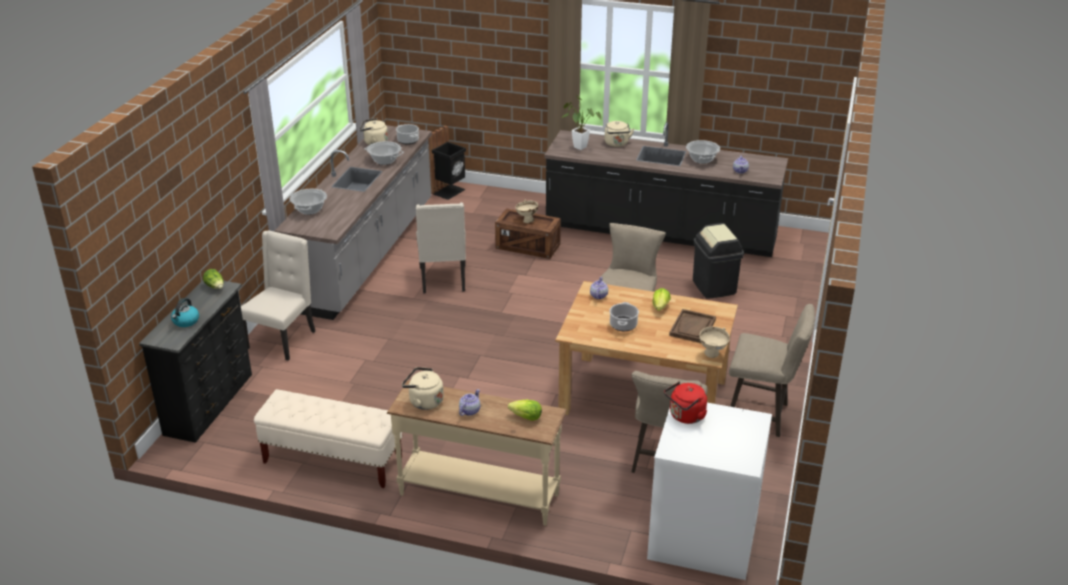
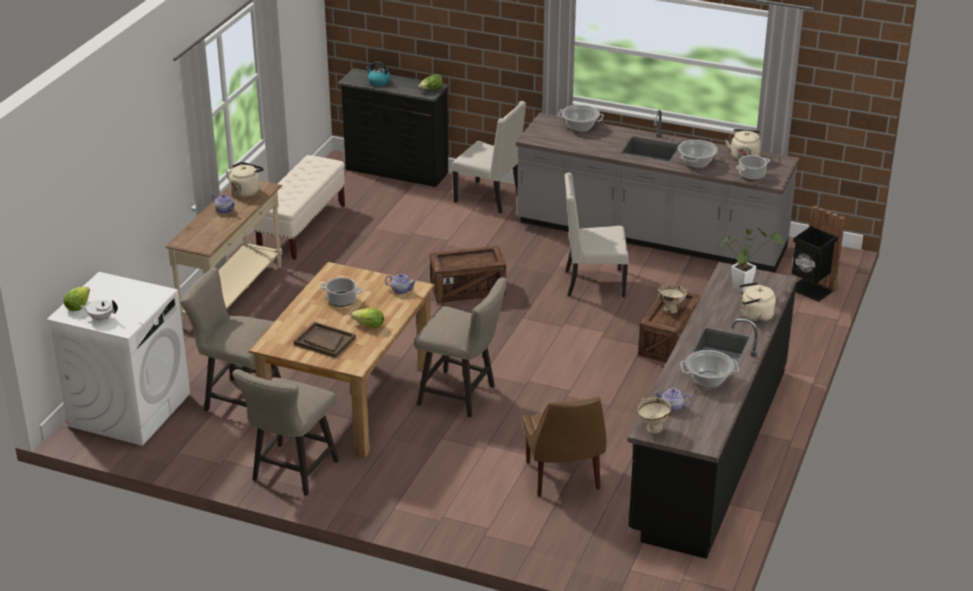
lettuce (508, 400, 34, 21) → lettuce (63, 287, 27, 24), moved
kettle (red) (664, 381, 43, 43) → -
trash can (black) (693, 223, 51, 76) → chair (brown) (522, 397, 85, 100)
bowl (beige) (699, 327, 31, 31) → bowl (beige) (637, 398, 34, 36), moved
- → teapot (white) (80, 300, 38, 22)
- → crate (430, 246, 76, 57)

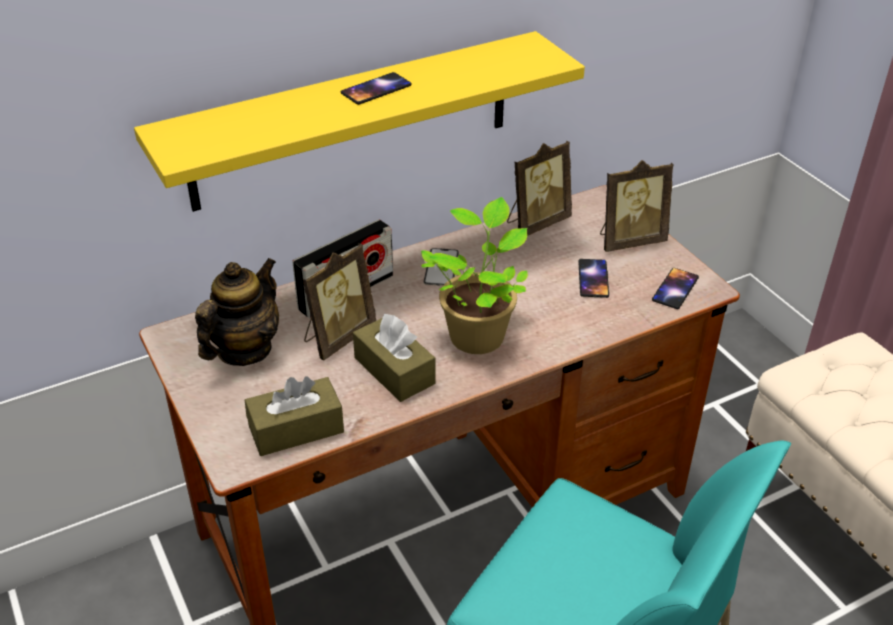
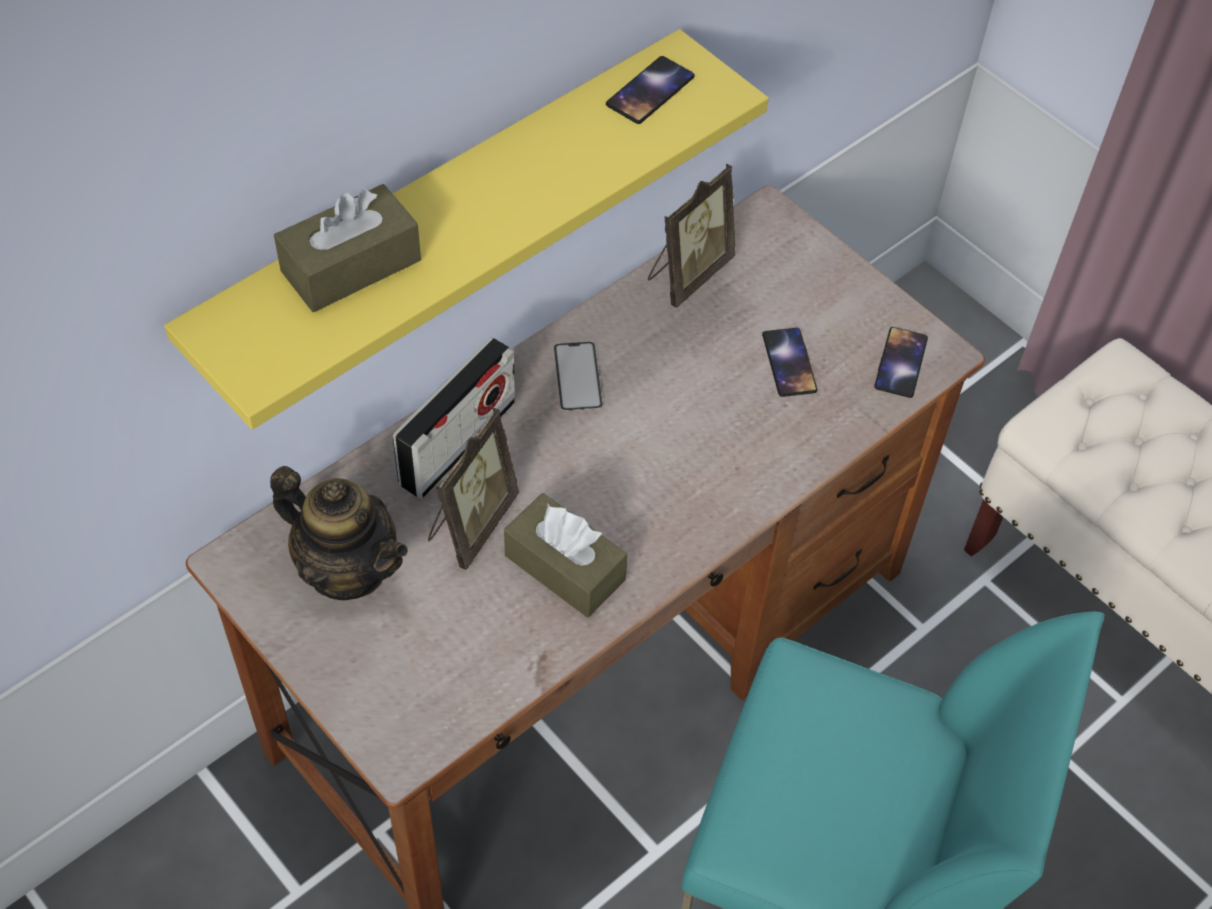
teapot (195, 258, 84, 108) → teapot (270, 466, 138, 134), 105 degrees clockwise
tissue box (brown) (245, 376, 99, 80) → tissue box (brown) (274, 184, 147, 128), moved
phone (341, 72, 71, 33) → phone (606, 56, 89, 68), moved
potted plant (421, 197, 107, 157) → -
picture frame (600, 160, 74, 92) → -

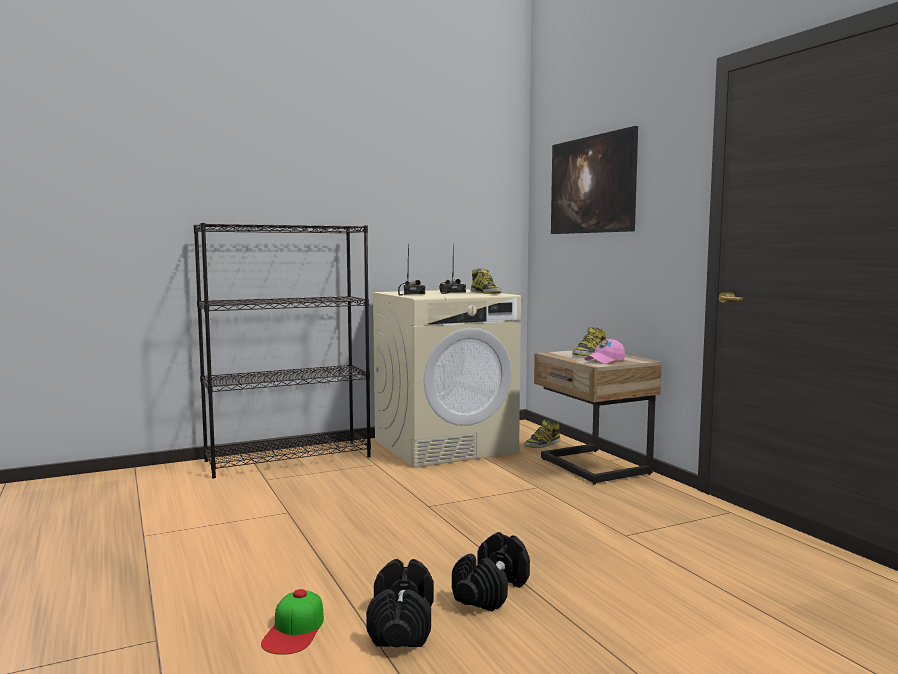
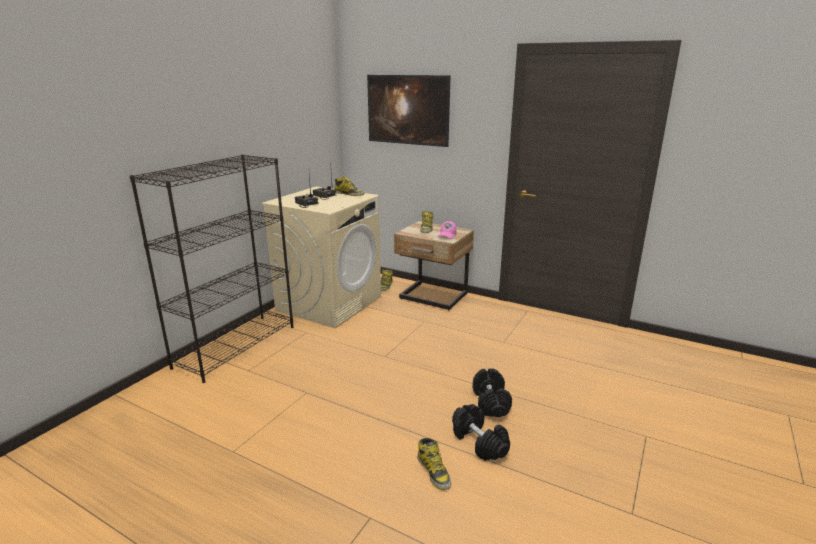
cap (261, 589, 63, 66) → boot (417, 438, 34, 52)

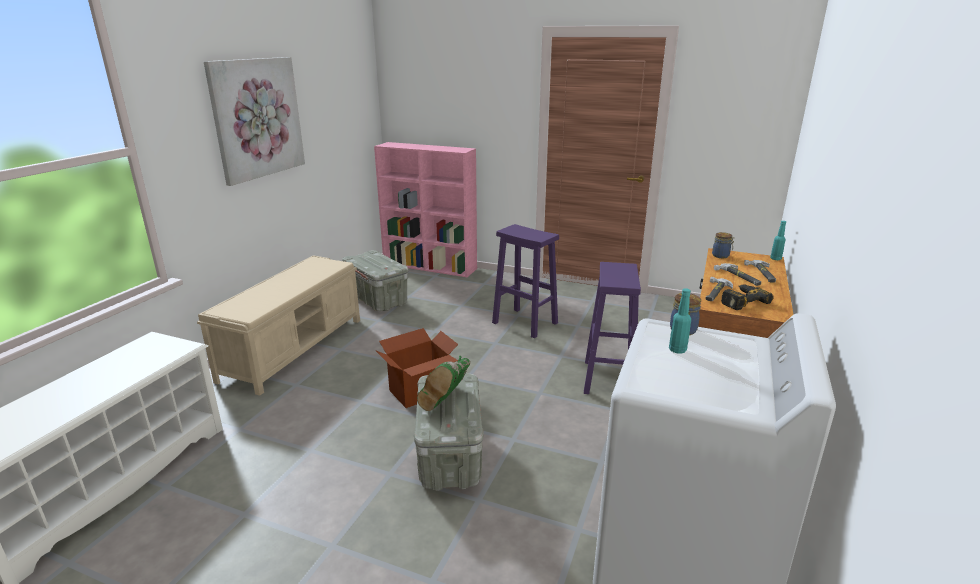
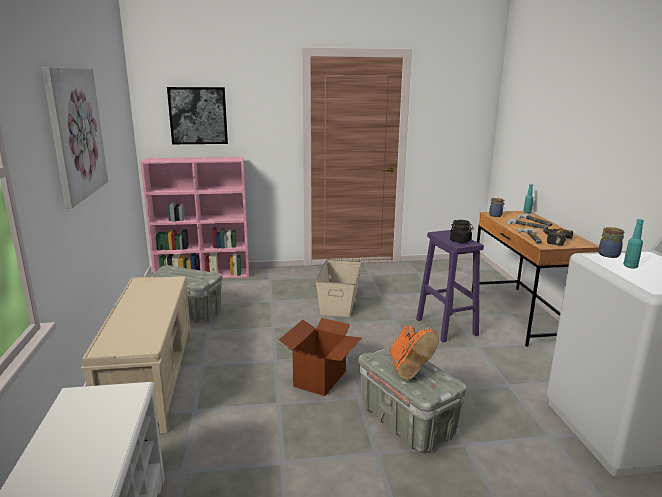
boot (green) (417, 356, 53, 55) → boot (orange) (390, 325, 49, 55)
stool (purple) (492, 224, 67, 114) → storage box (beige) (316, 259, 46, 58)
- → picture (167, 87, 61, 57)
- → jar (black) (450, 220, 24, 23)

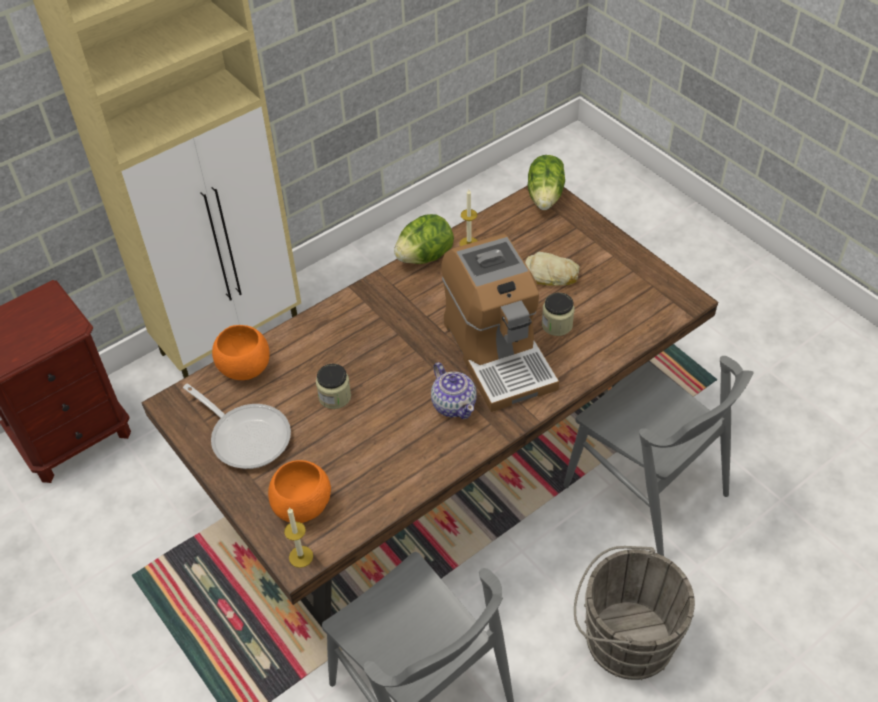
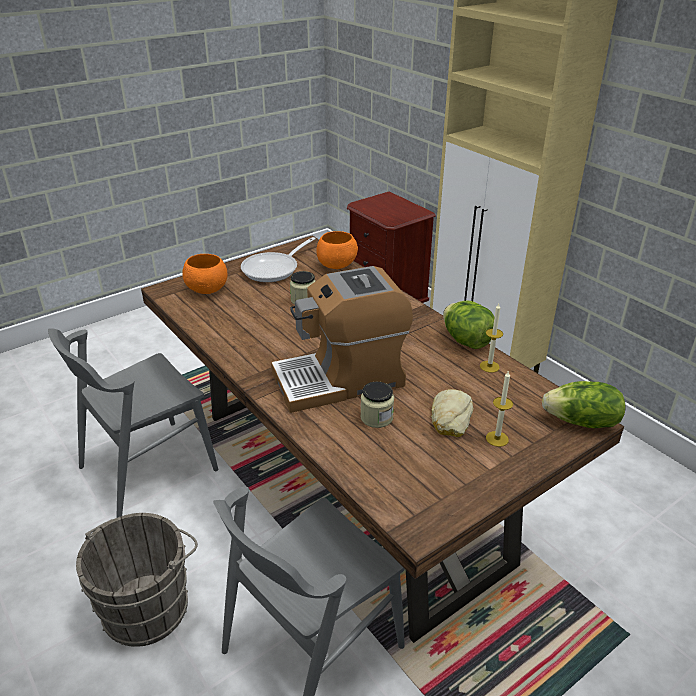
candle (284, 508, 29, 60) → candle (486, 370, 27, 77), moved
teapot (431, 362, 46, 57) → -

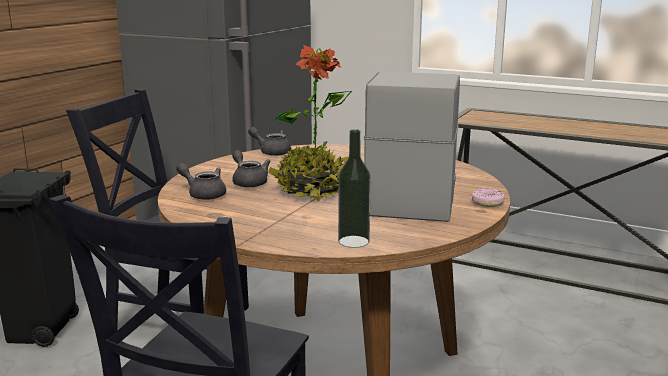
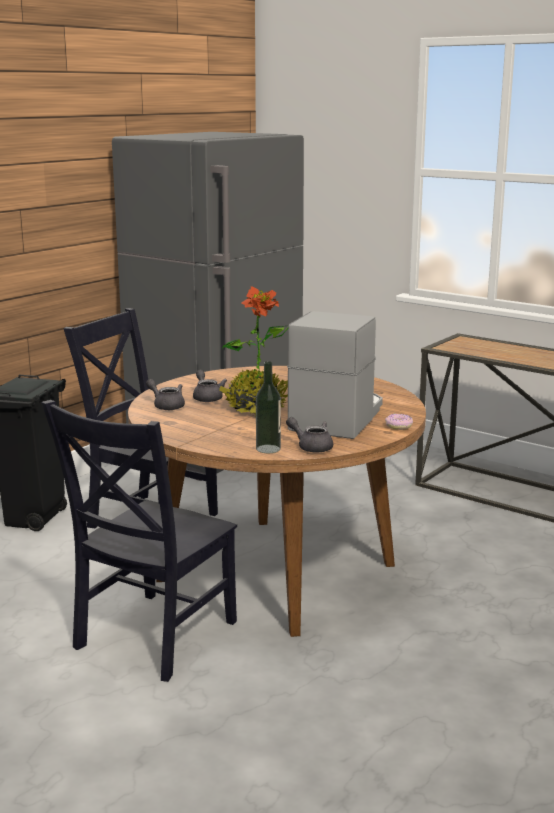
teapot (grey) (248, 127, 43, 29) → teapot (grey) (286, 417, 47, 36), moved

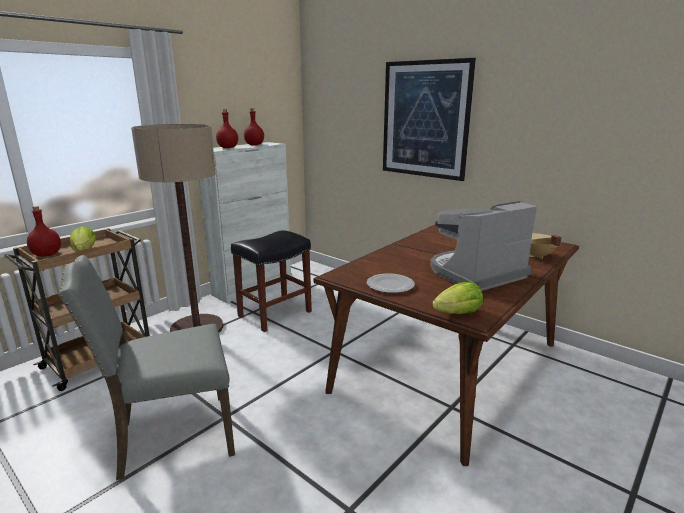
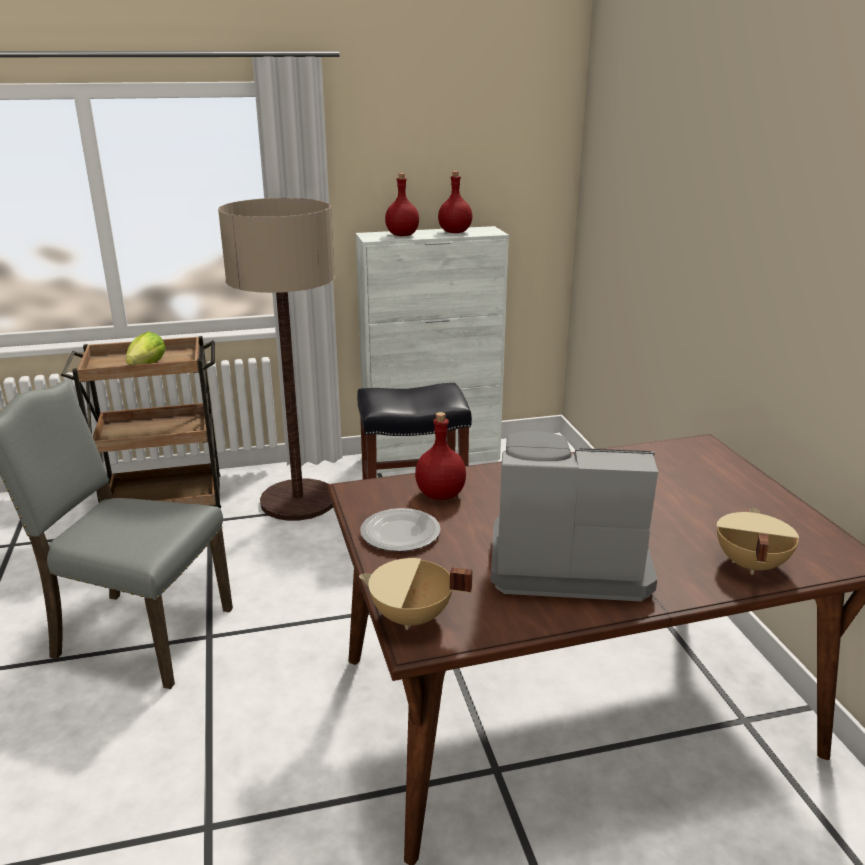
bottle (red) (27, 206, 34, 51) → bottle (red) (415, 412, 51, 88), moved
picture (383, 58, 93, 123) → -
lettuce (432, 282, 51, 32) → cooking pot (beige) (359, 558, 114, 72)

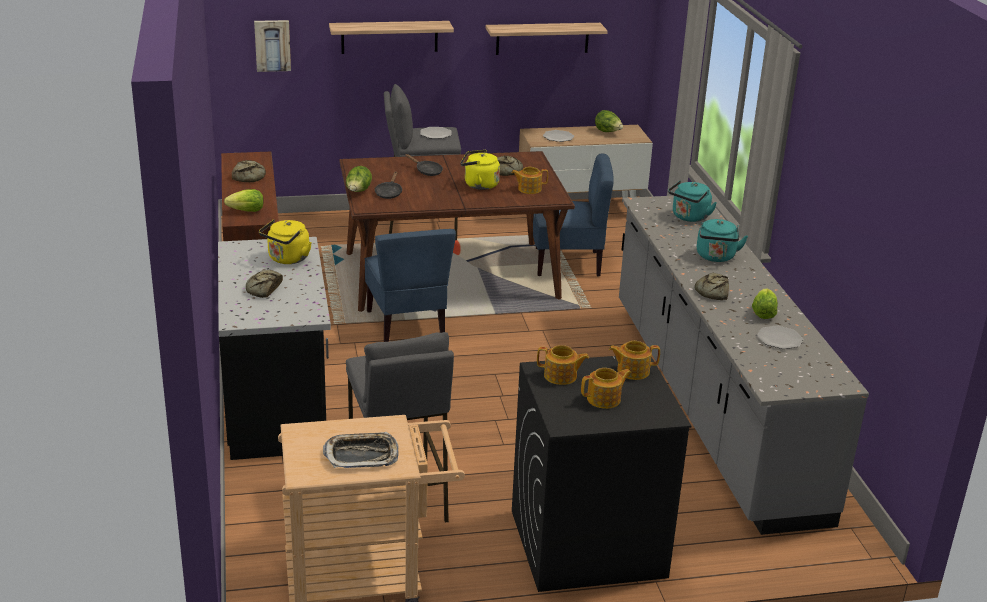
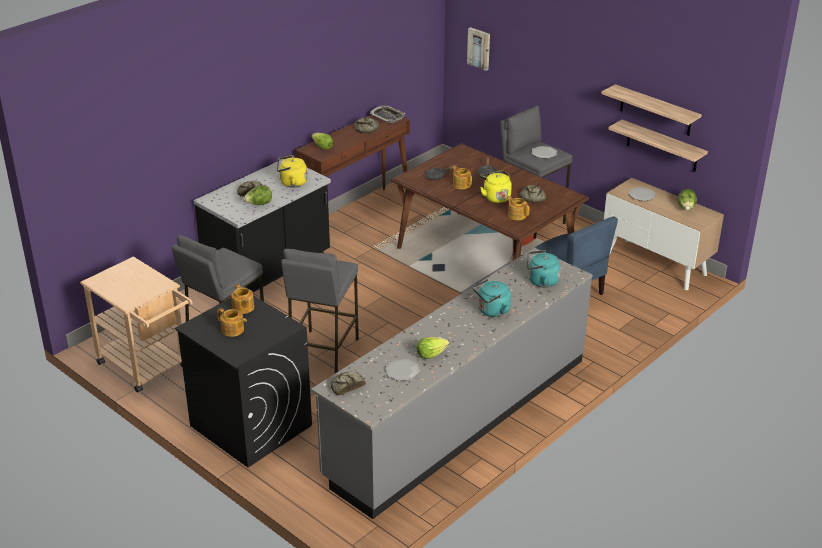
tray (323, 432, 76, 36) → tray (369, 105, 36, 18), moved
shelf (329, 21, 125, 33) → shelf (609, 120, 99, 52), moved
lettuce (346, 166, 26, 26) → lettuce (243, 185, 29, 20), moved
chair (blue) (365, 229, 91, 113) → -
teapot (609, 341, 51, 39) → teapot (452, 166, 20, 23), moved
bread (695, 273, 34, 27) → bread (331, 371, 35, 25), moved
- → stool (grey) (281, 249, 78, 124)

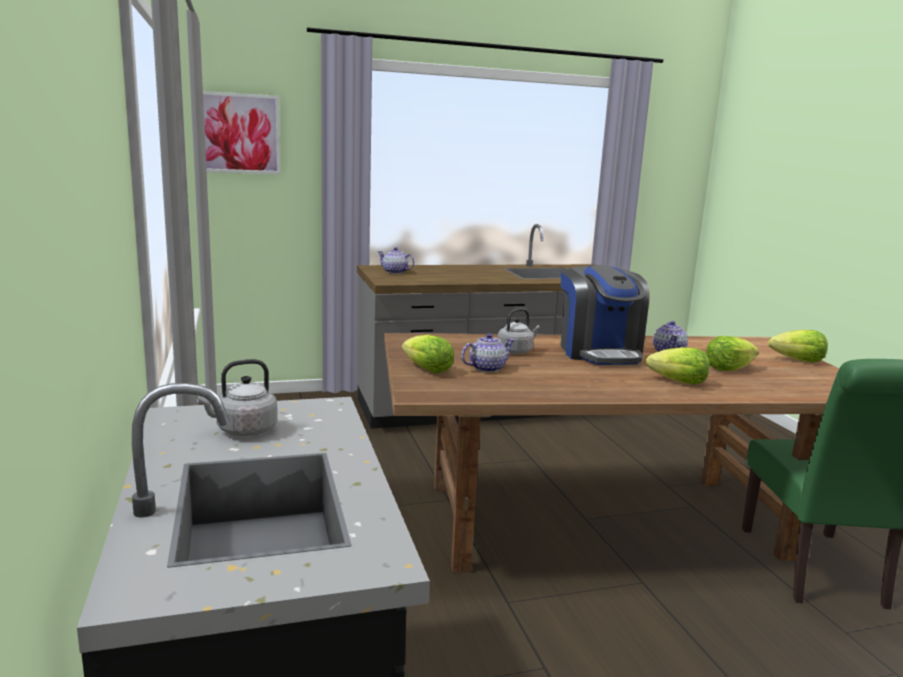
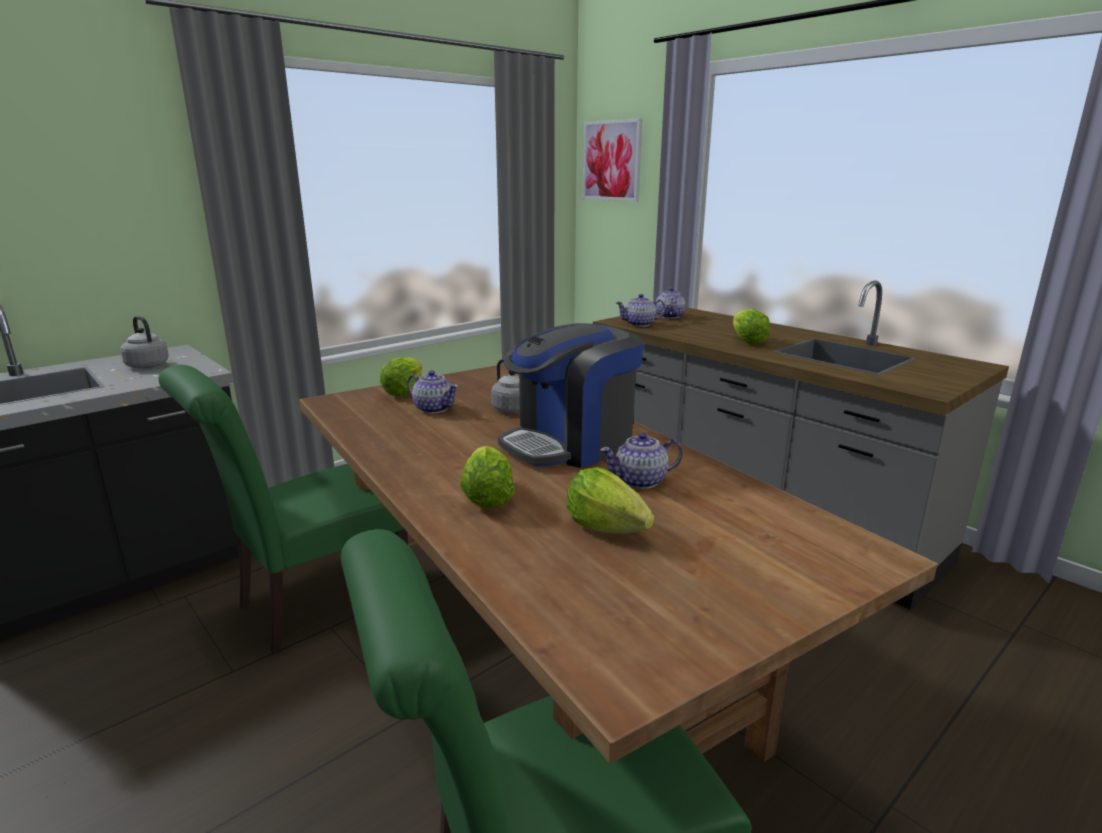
lettuce (768, 330, 60, 33) → lettuce (733, 309, 37, 36), moved
- → chair (green) (158, 365, 250, 289)
- → teapot (615, 294, 50, 33)

